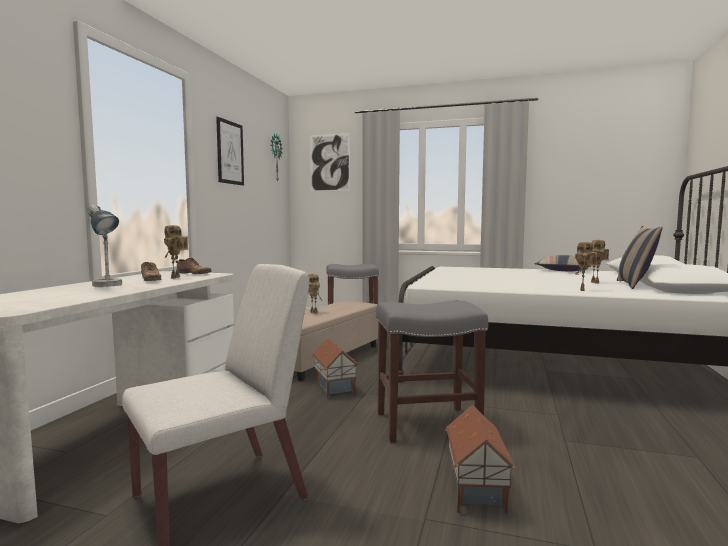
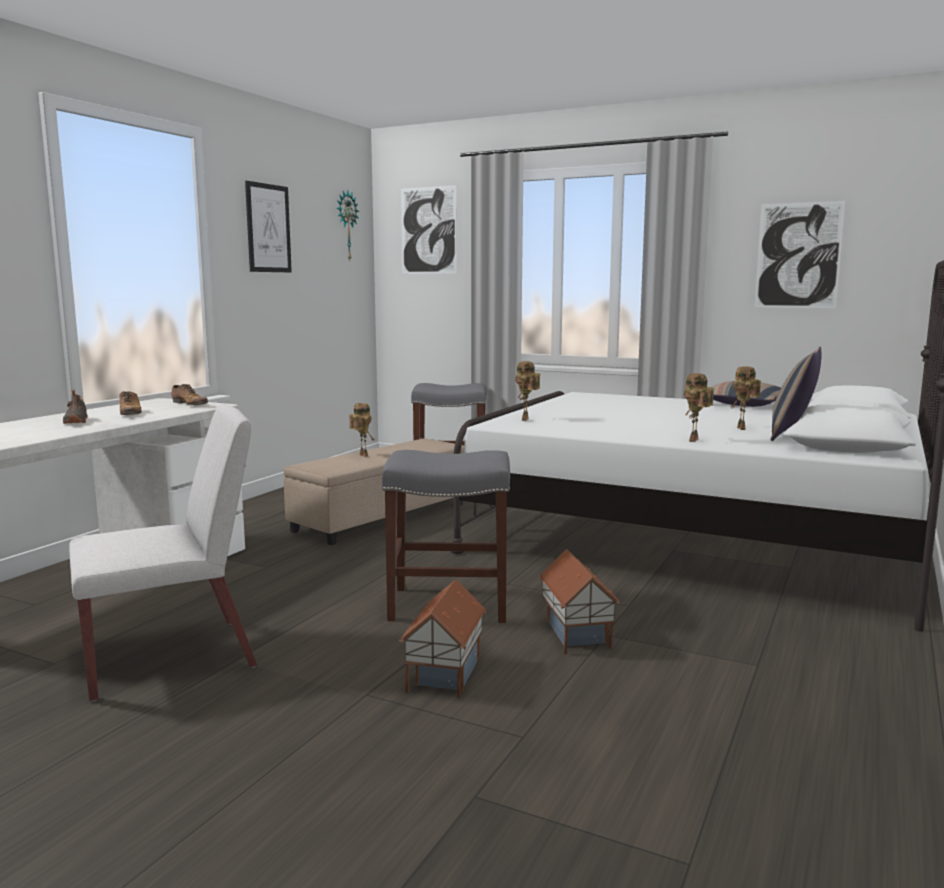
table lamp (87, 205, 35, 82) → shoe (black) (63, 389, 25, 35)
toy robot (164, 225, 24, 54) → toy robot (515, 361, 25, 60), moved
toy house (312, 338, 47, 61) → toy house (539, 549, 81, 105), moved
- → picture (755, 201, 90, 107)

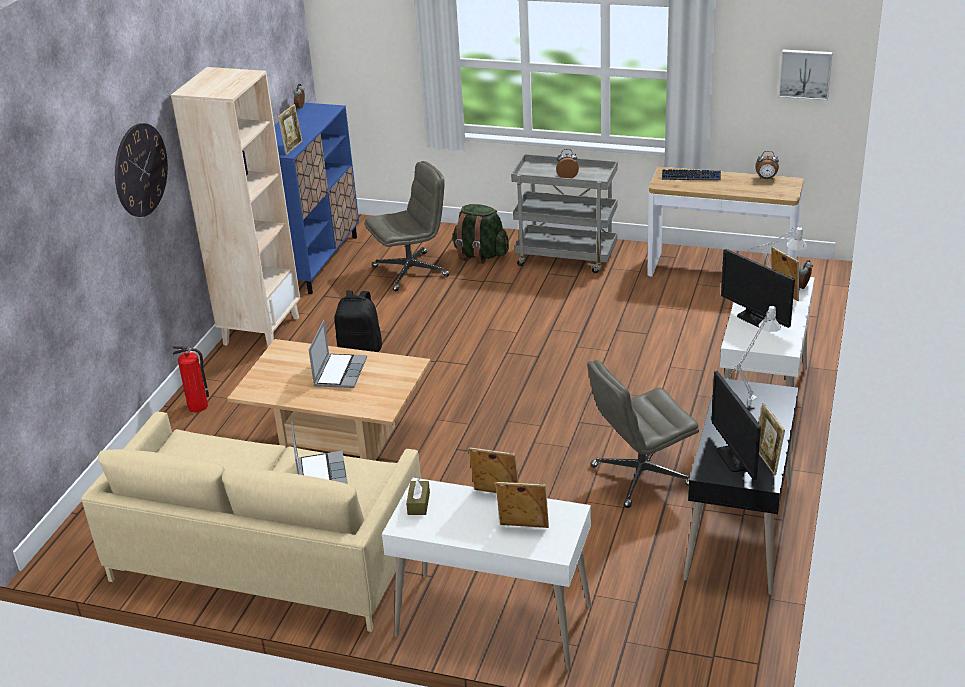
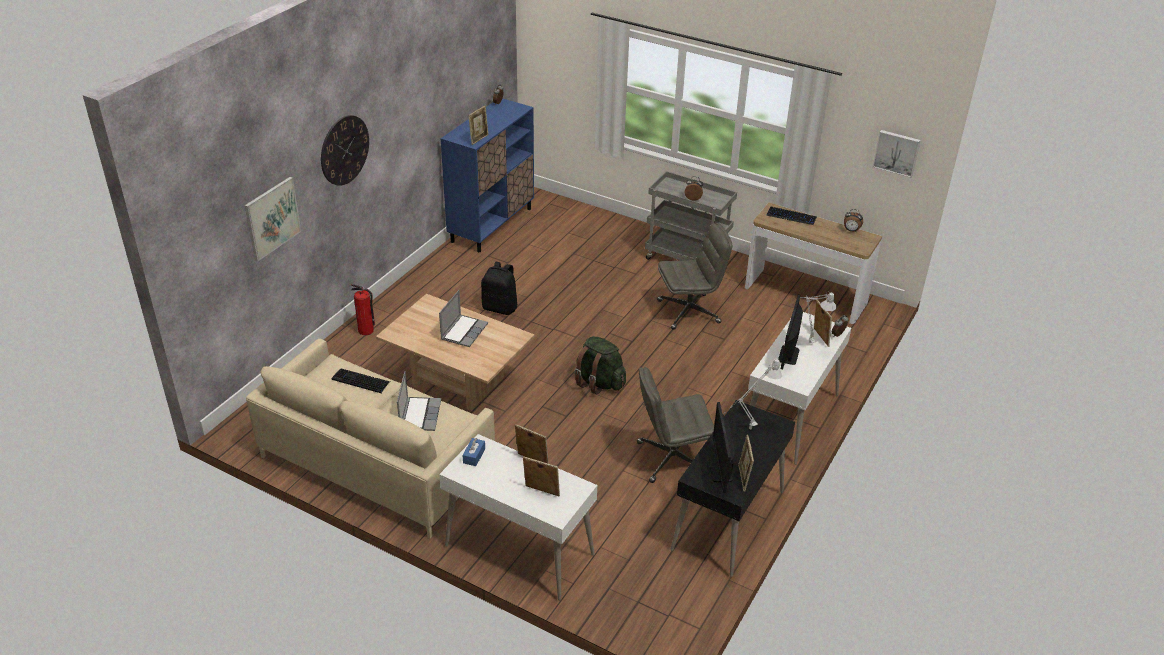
bookcase (beige) (171, 67, 129, 280) → -
office chair (grey) (365, 161, 84, 130) → office chair (grey) (657, 223, 75, 107), moved
tissue box (brown) (406, 478, 24, 37) → tissue box (blue) (463, 438, 22, 28)
backpack (green) (453, 204, 56, 60) → backpack (green) (574, 336, 52, 58), moved
monitor (721, 249, 74, 79) → monitor (778, 295, 25, 74), 45 degrees clockwise
- → picture (245, 177, 56, 84)
- → keyboard (332, 369, 58, 25)

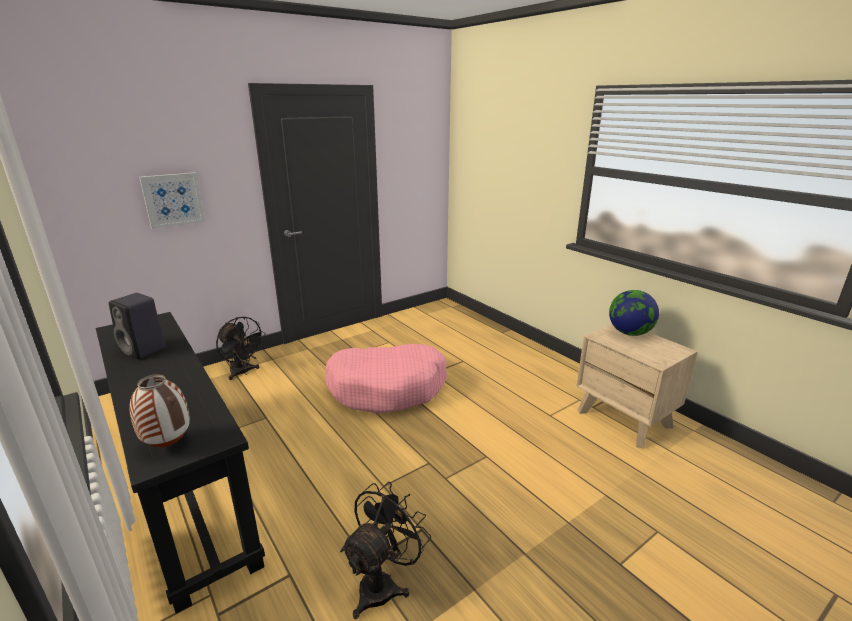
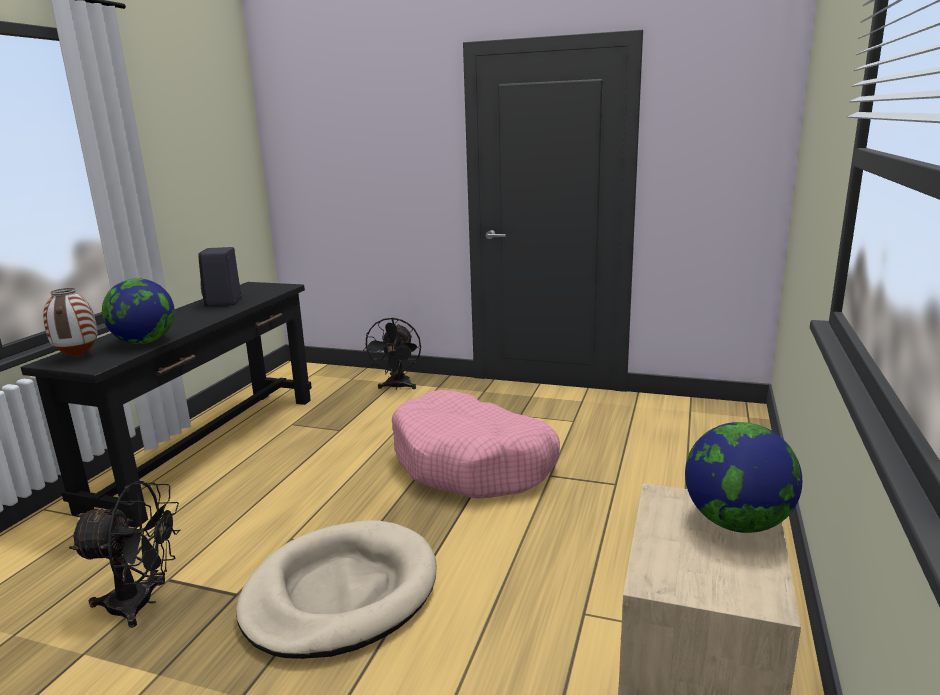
picture (139, 172, 66, 57) → -
- → globe (102, 278, 73, 66)
- → dog bed (beige) (236, 520, 201, 139)

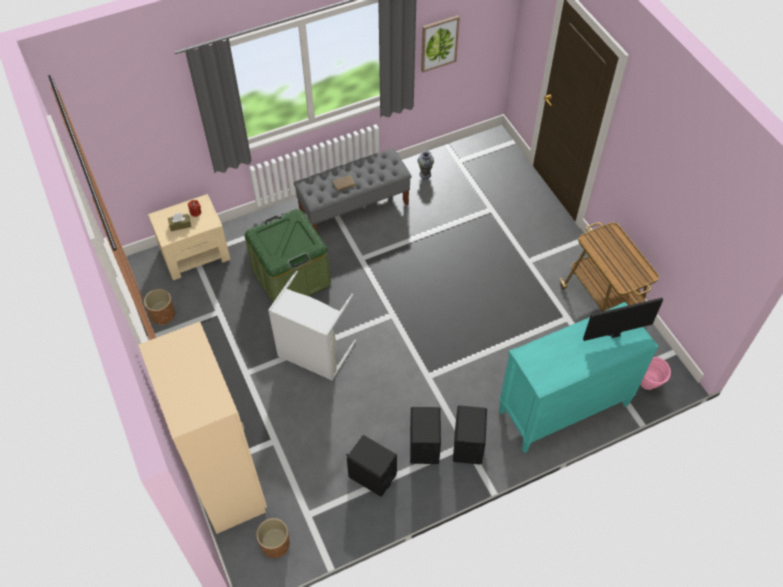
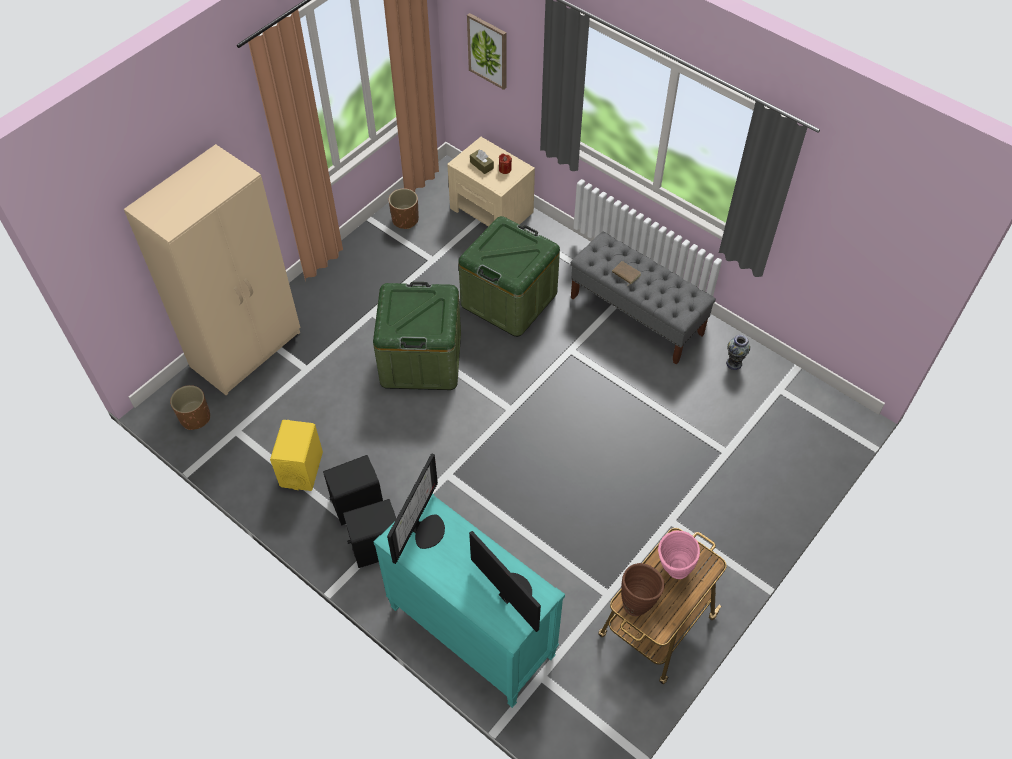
laundry basket (grey) (268, 271, 88, 110) → storage box (green) (373, 282, 88, 108)
speaker (black) (346, 435, 51, 62) → speaker (yellow) (270, 420, 53, 71)
picture (421, 15, 39, 58) → picture (467, 13, 39, 77), moved
vase (pink) (641, 357, 30, 33) → vase (pink) (658, 530, 42, 49), moved
- → monitor (387, 453, 58, 111)
- → vase (brown) (621, 563, 44, 53)

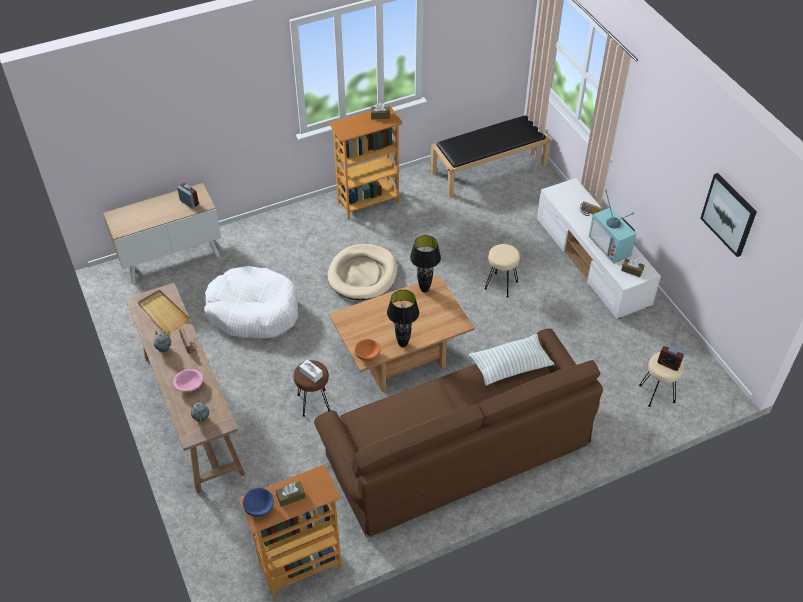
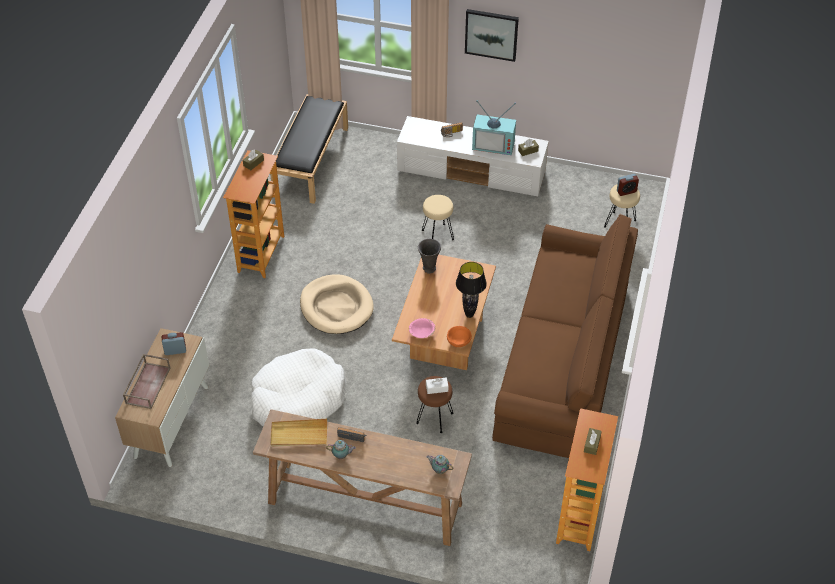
bowl (pink) (173, 369, 30, 23) → bowl (pink) (409, 318, 27, 20), moved
bowl (blue) (243, 488, 31, 29) → -
table lamp (black) (410, 235, 31, 58) → vase (grey) (418, 239, 23, 35)
pillow (469, 334, 85, 52) → -
picture (700, 173, 57, 84) → picture (465, 9, 54, 53), moved
- → tray (brown) (123, 354, 48, 55)

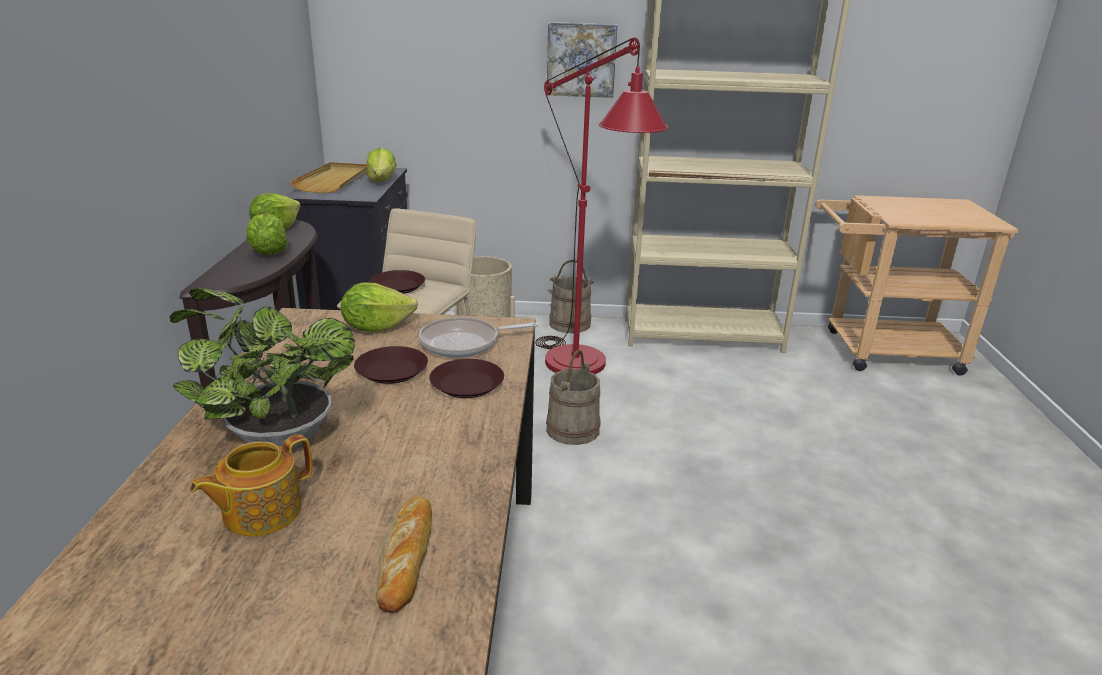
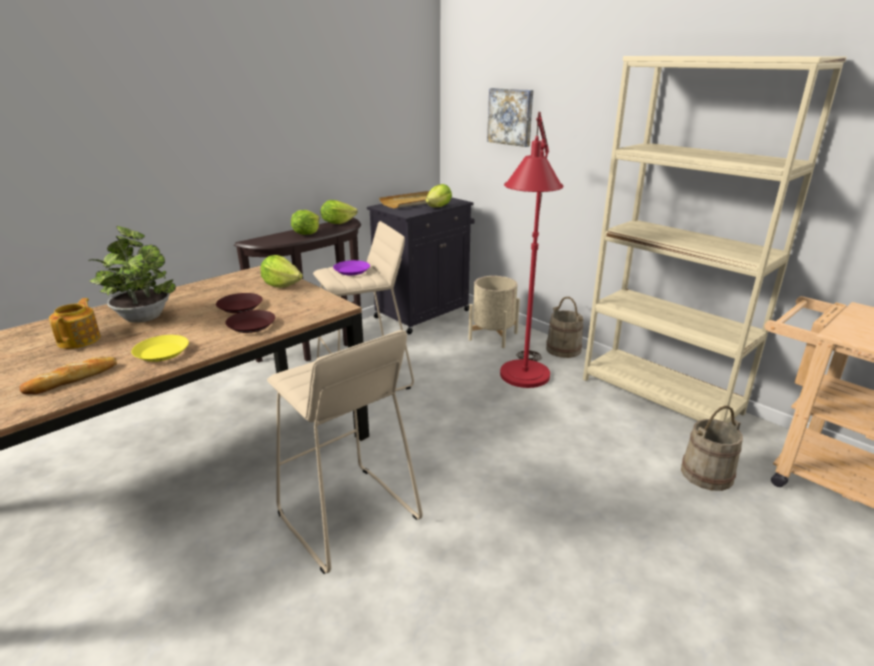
teapot (189, 434, 124, 102) → teapot (49, 298, 52, 51), 90 degrees clockwise
plate (brown) (369, 270, 56, 24) → plate (purple) (333, 260, 37, 15)
frying pan (419, 317, 119, 41) → -
bucket (beige) (546, 350, 54, 95) → bucket (beige) (681, 406, 62, 85), moved
picture (547, 22, 70, 76) → picture (487, 88, 46, 59), moved
- → plate (yellow) (131, 335, 58, 27)
- → stool (beige) (267, 330, 156, 244)

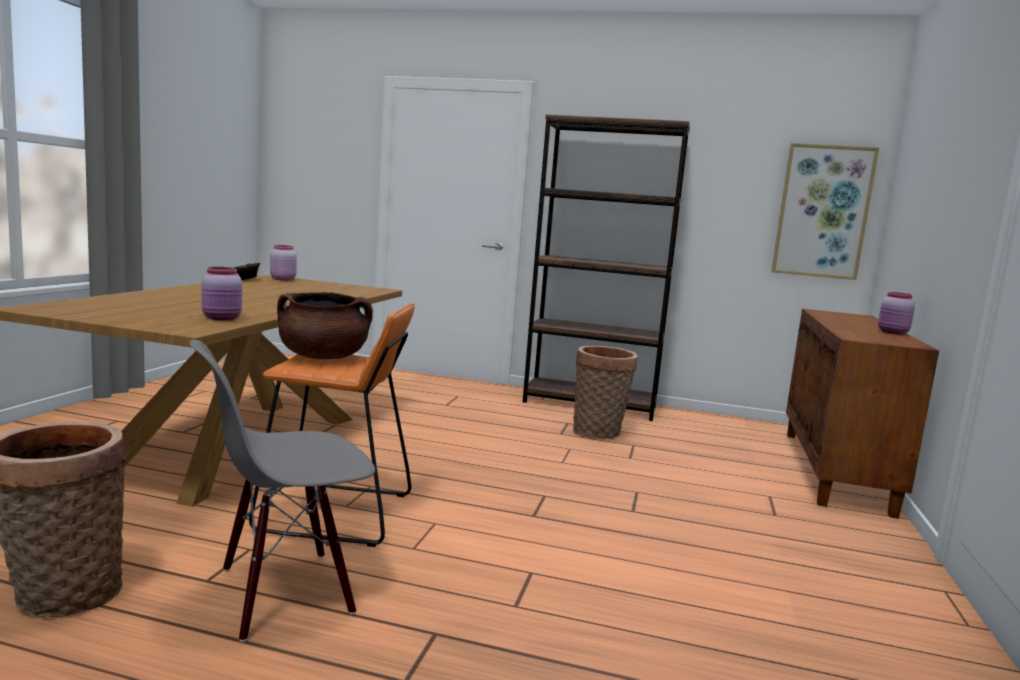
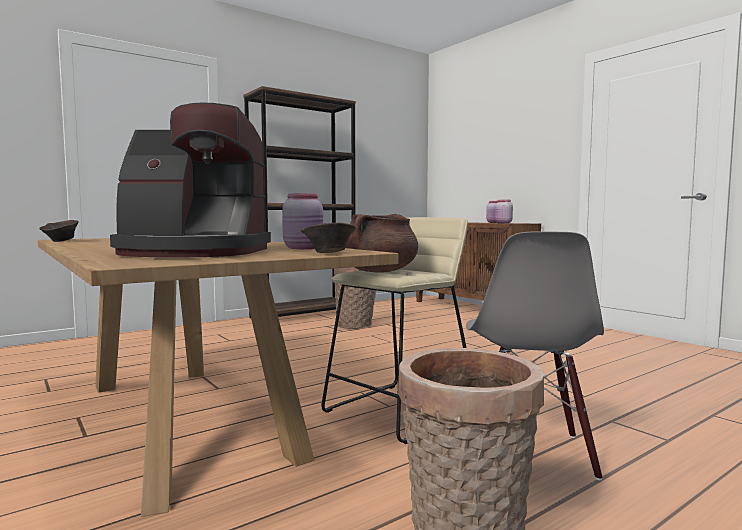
stool (orange) (249, 303, 166, 244) → stool (beige) (321, 217, 147, 227)
jar (pink) (270, 245, 27, 36) → jar (pink) (495, 200, 18, 23), moved
picture (771, 143, 108, 137) → -
- → coffee machine (110, 102, 161, 155)
- → bowl (brown) (301, 223, 55, 30)

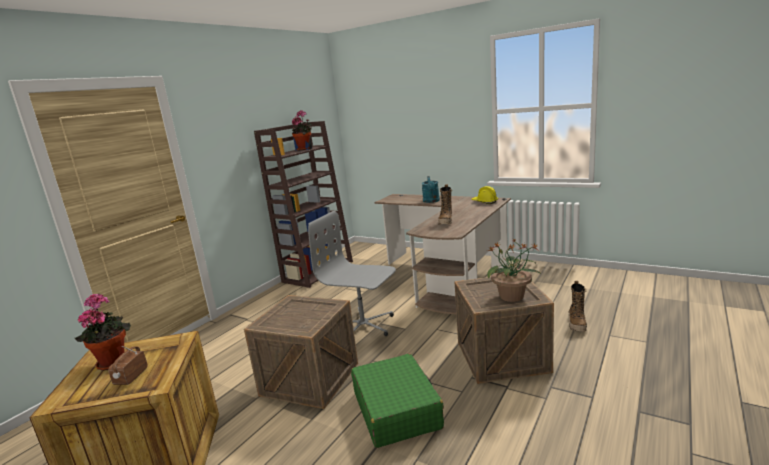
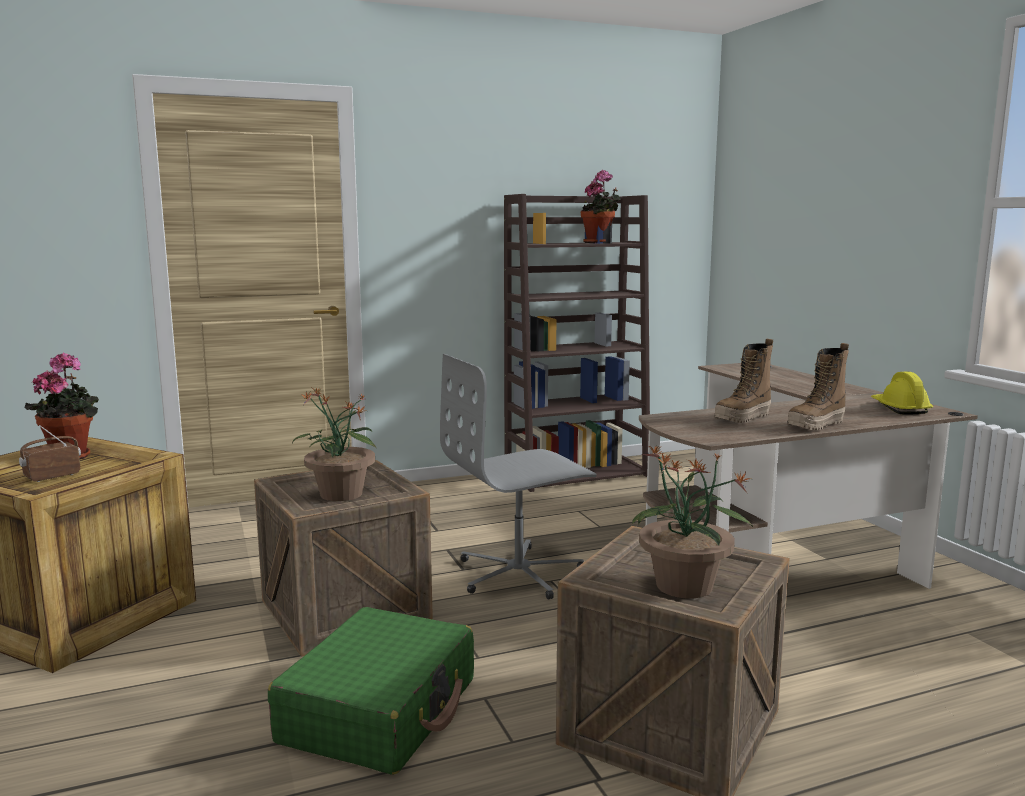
office chair (grey) (308, 211, 88, 125) → office chair (grey) (440, 354, 157, 246), 90 degrees counterclockwise
watering can (turquoise) (422, 176, 18, 27) → -
boot (569, 281, 18, 51) → boot (787, 343, 62, 87), moved
- → potted plant (292, 388, 85, 113)

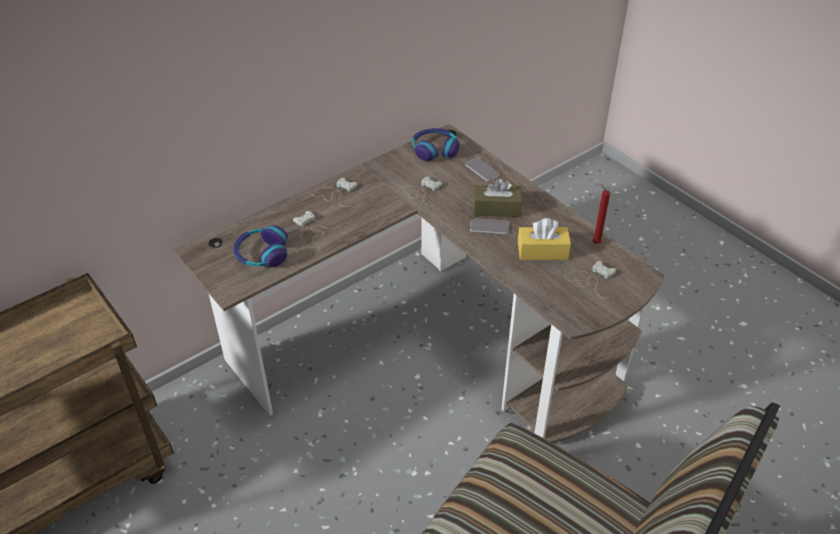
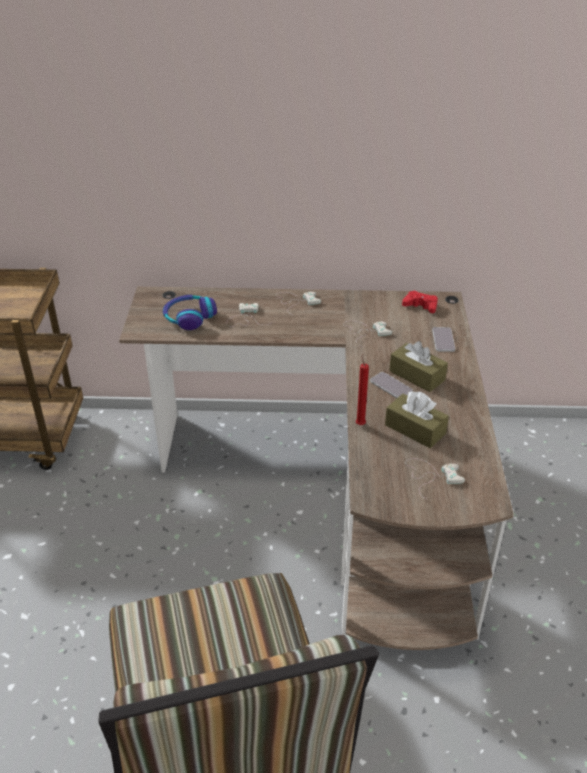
headphones (412, 128, 48, 33) → game controller (red) (402, 290, 36, 23)
tissue box (yellow) (518, 218, 53, 42) → tissue box (brown) (385, 391, 64, 57)
candle (red) (593, 183, 17, 61) → candle (red) (356, 354, 13, 71), moved

